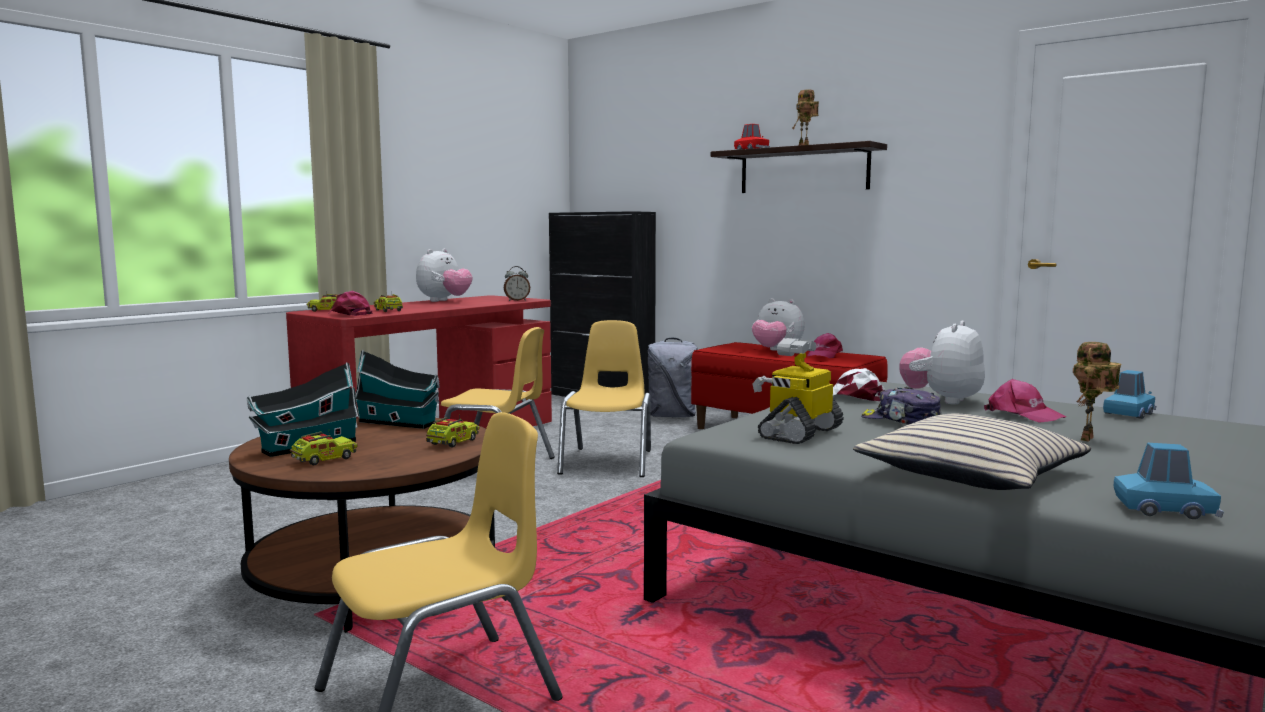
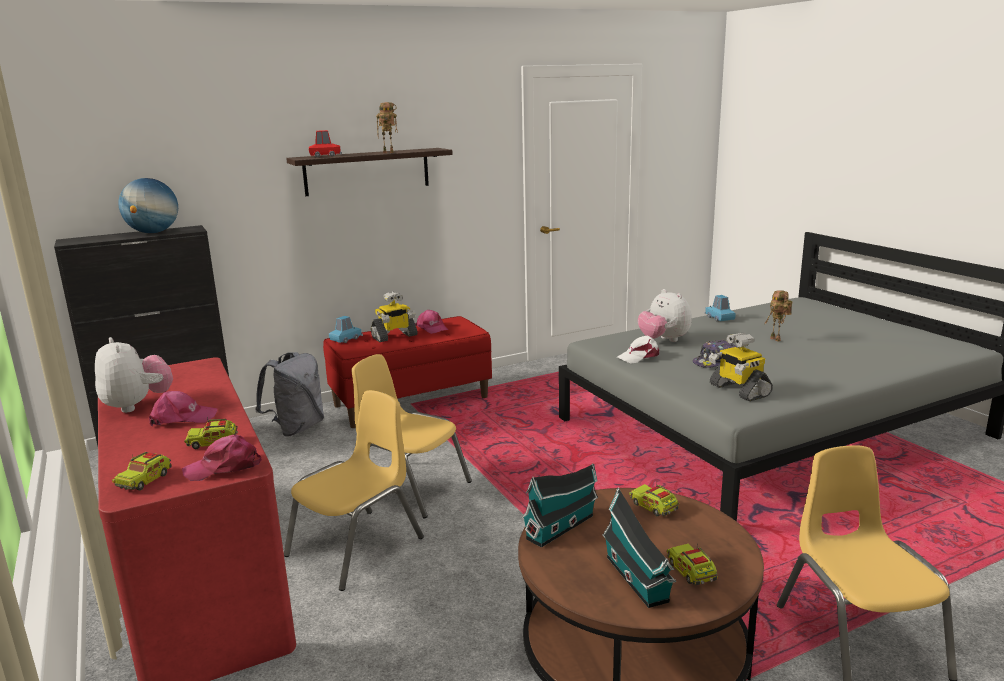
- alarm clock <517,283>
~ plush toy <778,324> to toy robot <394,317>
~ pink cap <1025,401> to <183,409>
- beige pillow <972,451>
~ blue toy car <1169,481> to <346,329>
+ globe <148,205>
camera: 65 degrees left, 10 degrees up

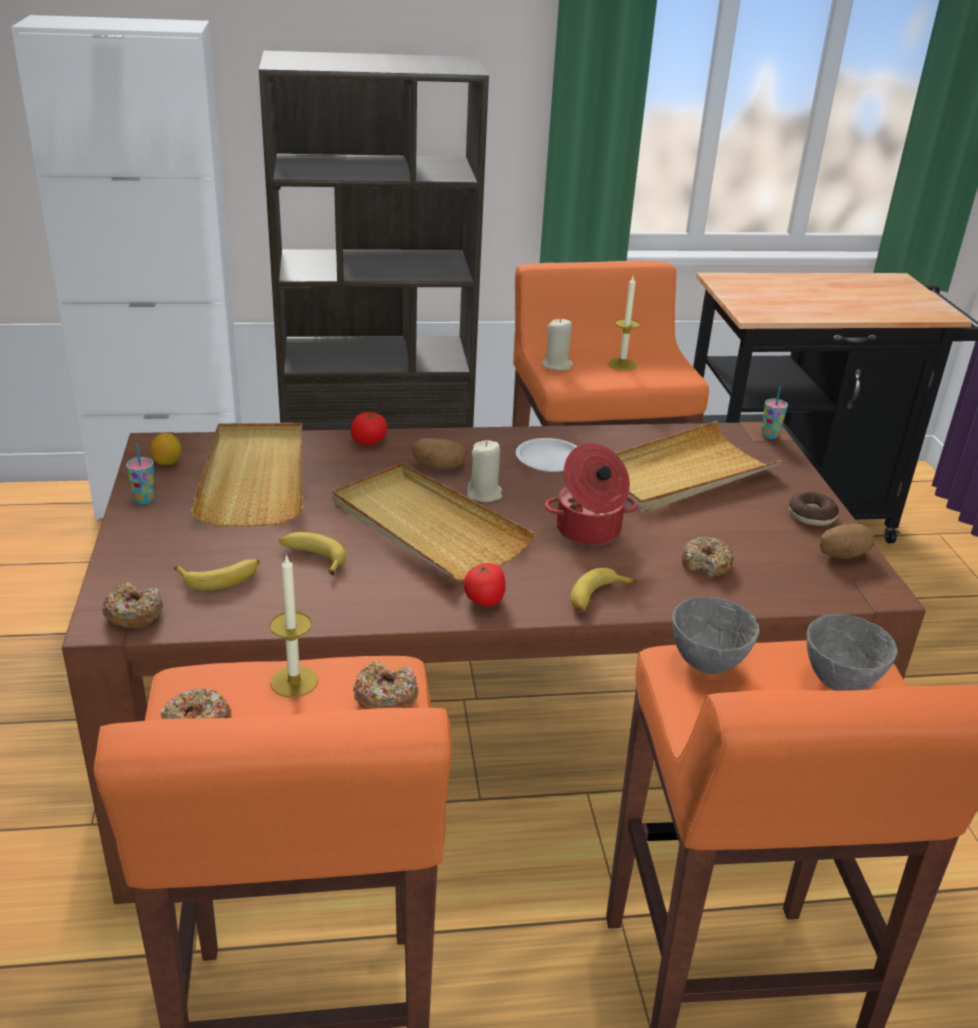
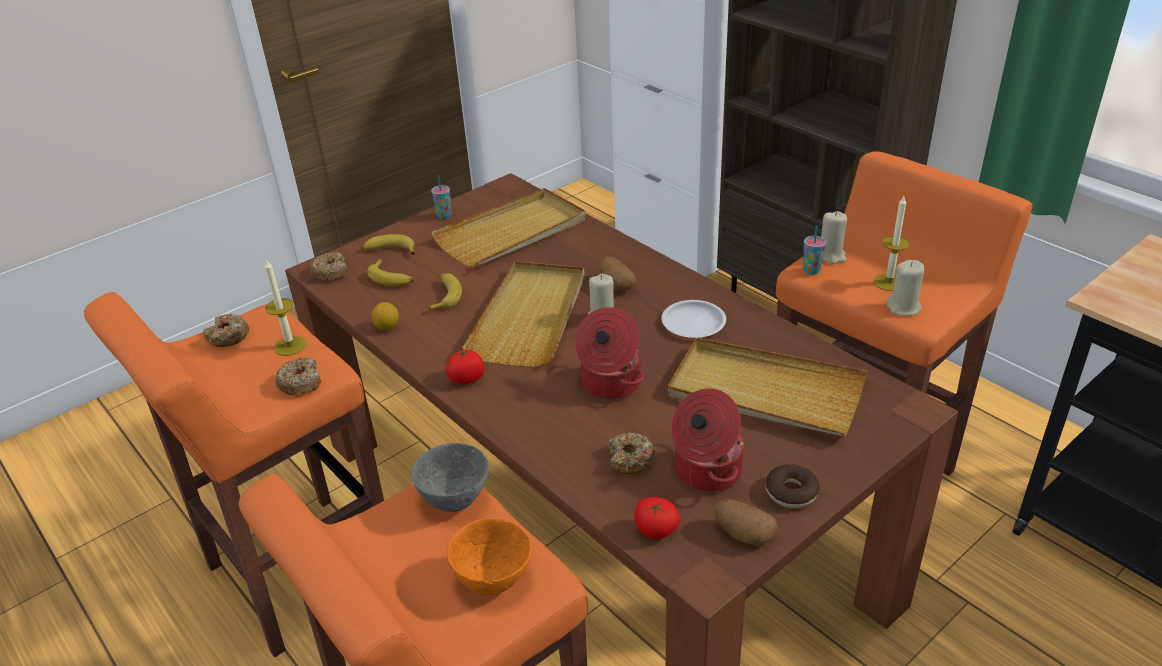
~ cup <774,413> to <814,250>
~ tomato <369,428> to <657,518>
~ lemon <165,449> to <385,316>
~ banana <603,590> to <388,244>
~ grey bowl <852,652> to orange bowl <489,557>
+ beige candle <905,288>
+ cooking pot <707,440>
camera: 60 degrees right, 5 degrees up

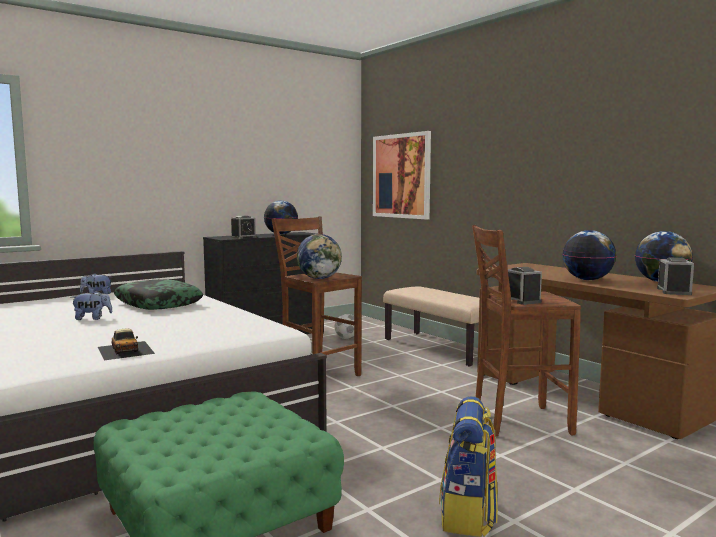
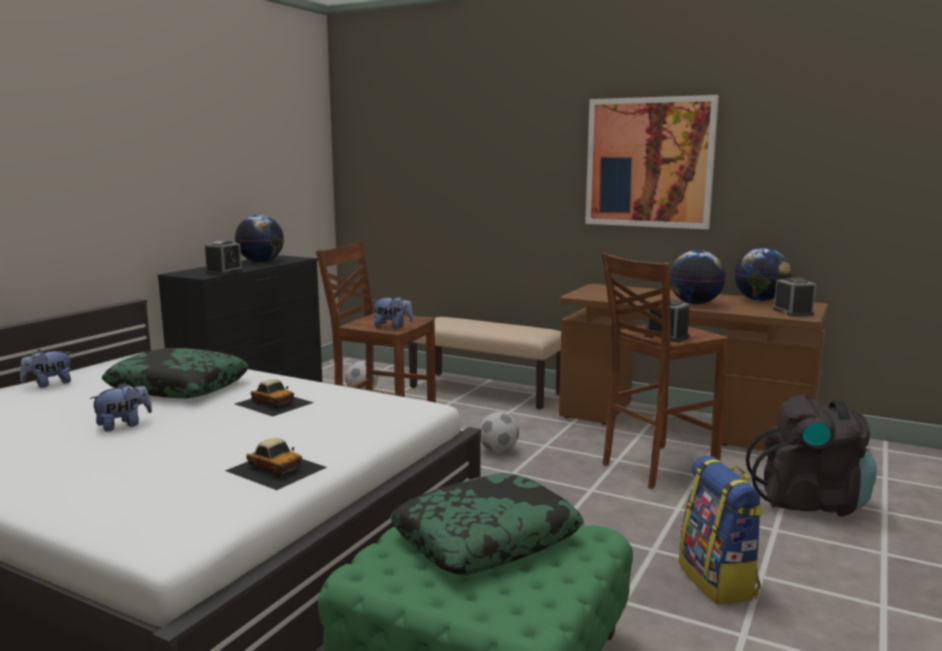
~ picture <402,175> to <652,162>
~ globe <319,256> to plush toy <393,312>
+ toy car <274,397>
+ black backpack <811,456>
+ football <499,432>
+ pillow <487,523>
camera: 25 degrees left, 5 degrees up

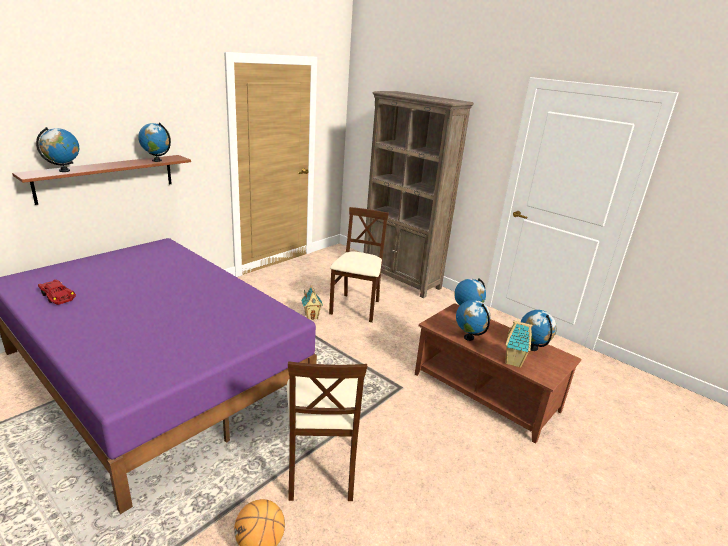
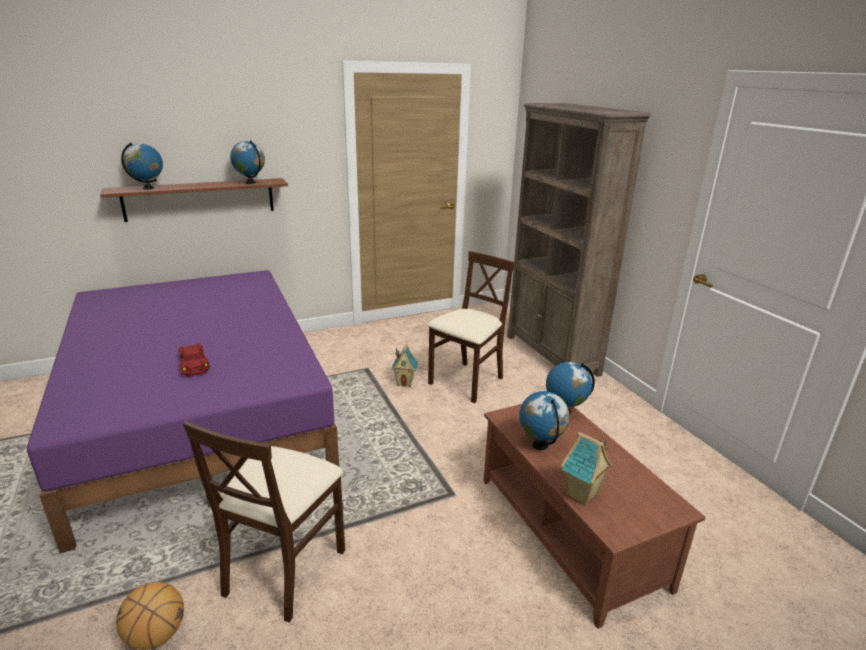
~ red toy car <57,292> to <194,360>
- globe <539,330>
camera: 25 degrees right, 0 degrees up

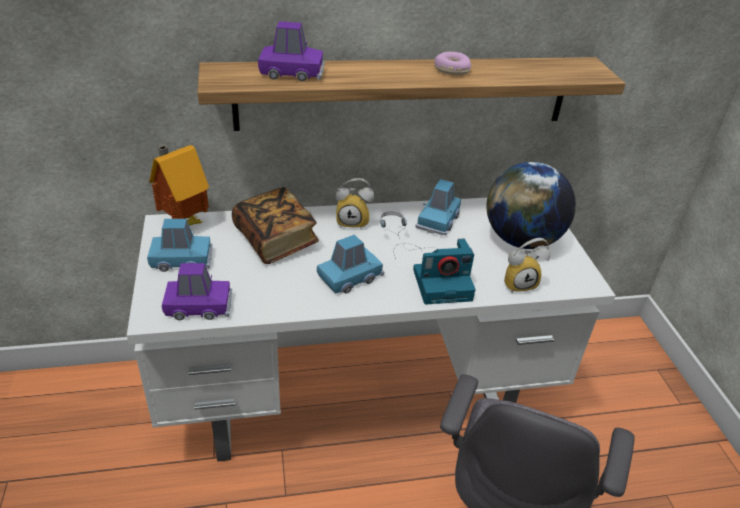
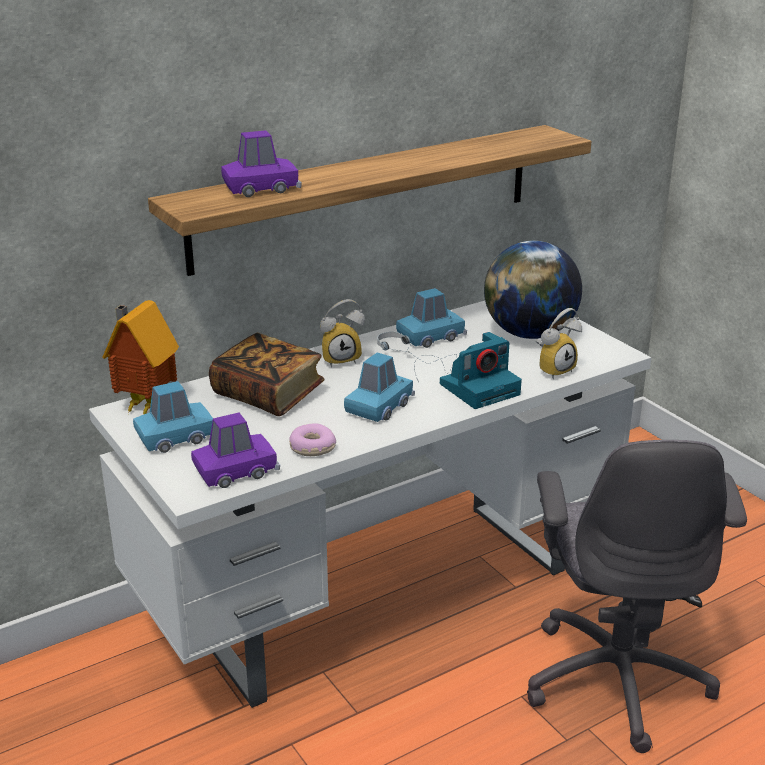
~ donut <452,63> to <312,439>
~ blue toy car <438,207> = <431,318> 120 degrees counterclockwise
camera: 20 degrees left, 10 degrees down

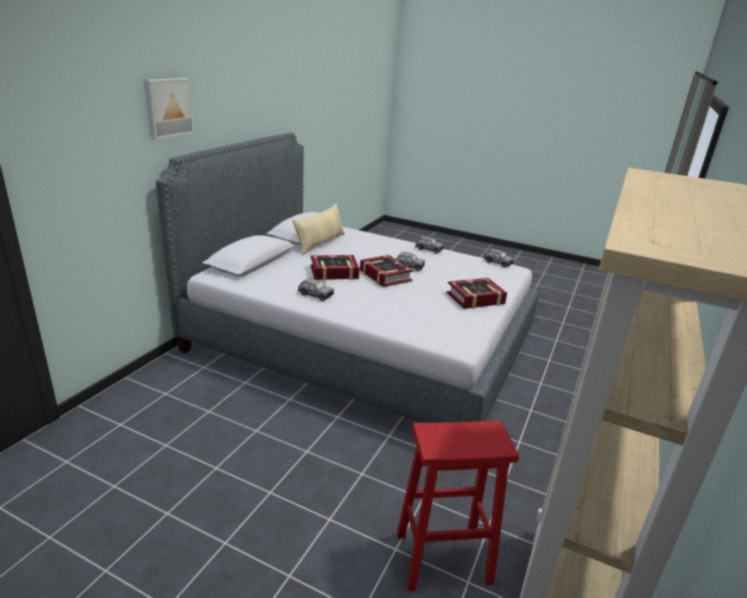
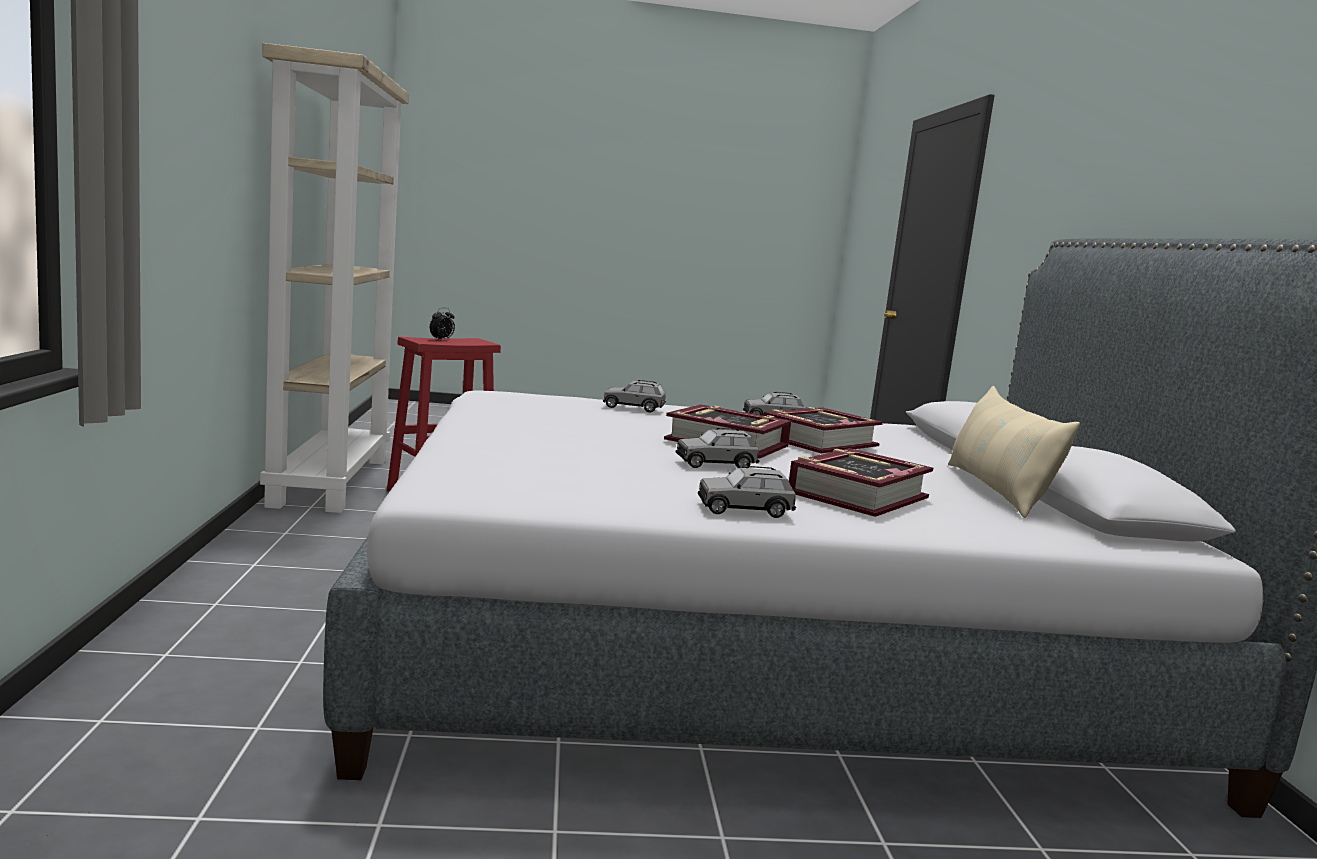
- picture <169,108>
~ grey toy car <499,258> to <634,396>
~ book <476,293> to <861,482>
+ alarm clock <442,324>
camera: 150 degrees right, 15 degrees down

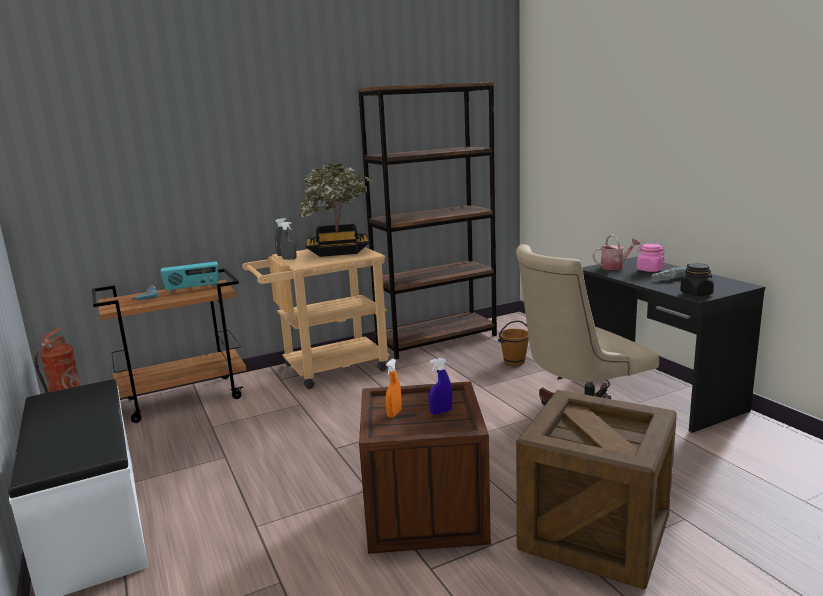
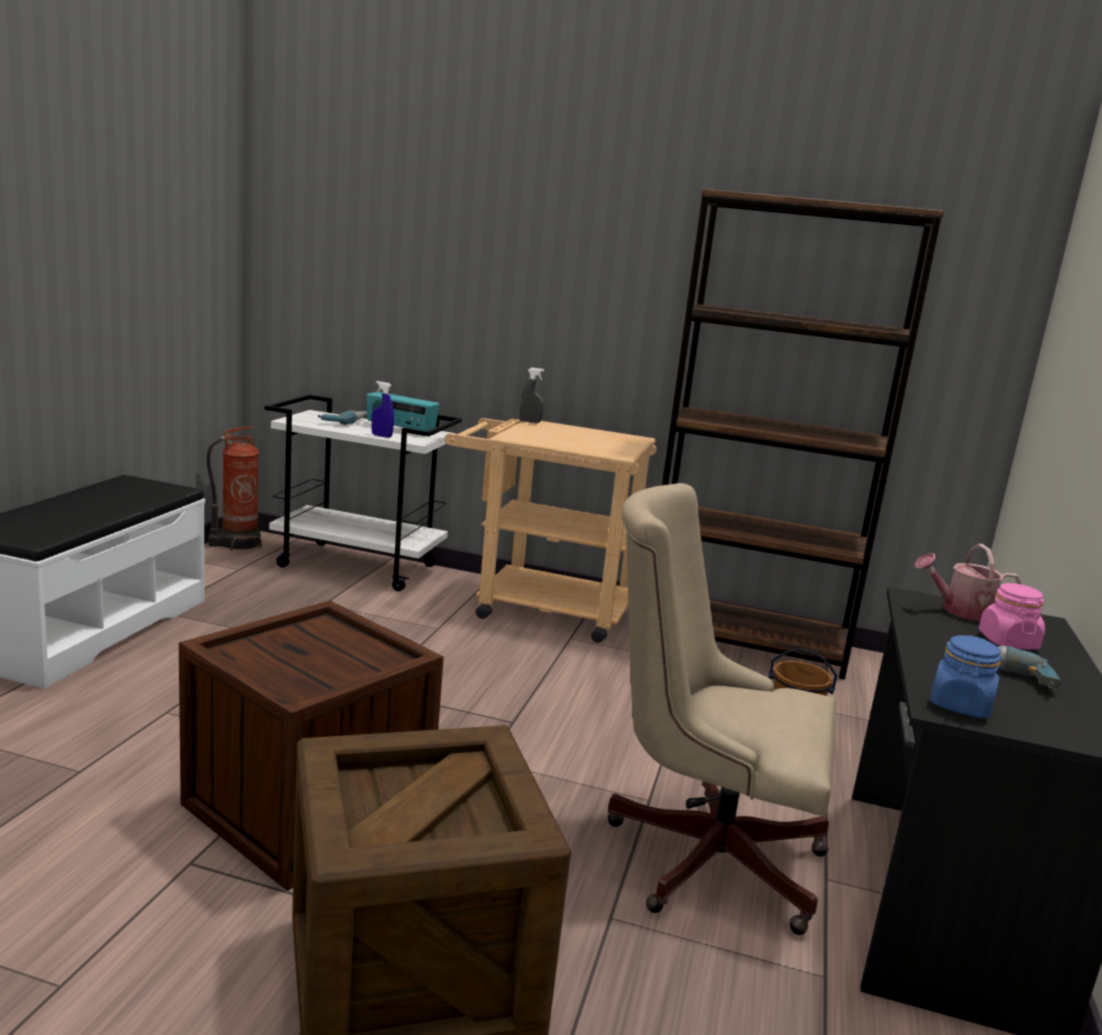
- potted plant <335,210>
- grey spray bottle <288,241>
~ watering can <616,252> = <968,582> 150 degrees clockwise
~ black jar <697,279> to blue jar <965,676>
~ brown cart <169,345> to white cart <363,493>
~ blue spray bottle <440,386> to <382,409>
- orange spray bottle <394,388>
camera: 40 degrees right, 0 degrees up

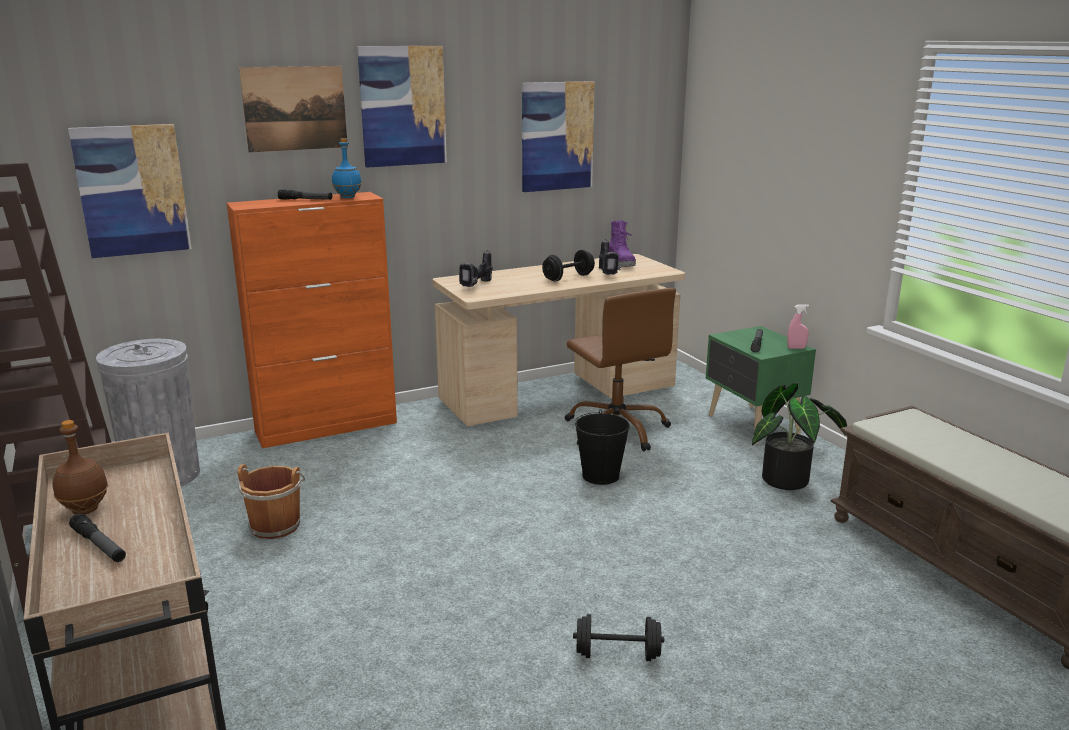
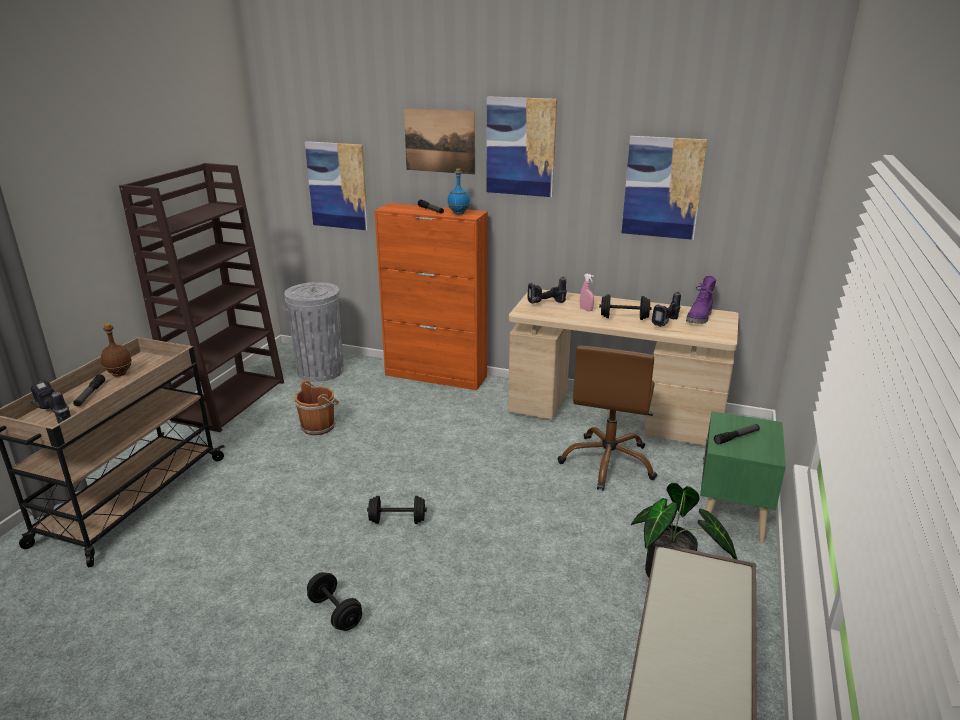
~ pink spray bottle <798,326> to <587,292>
- black bucket <602,447>
+ power drill <50,402>
+ black dumbbell <397,510>
camera: 45 degrees right, 5 degrees up

